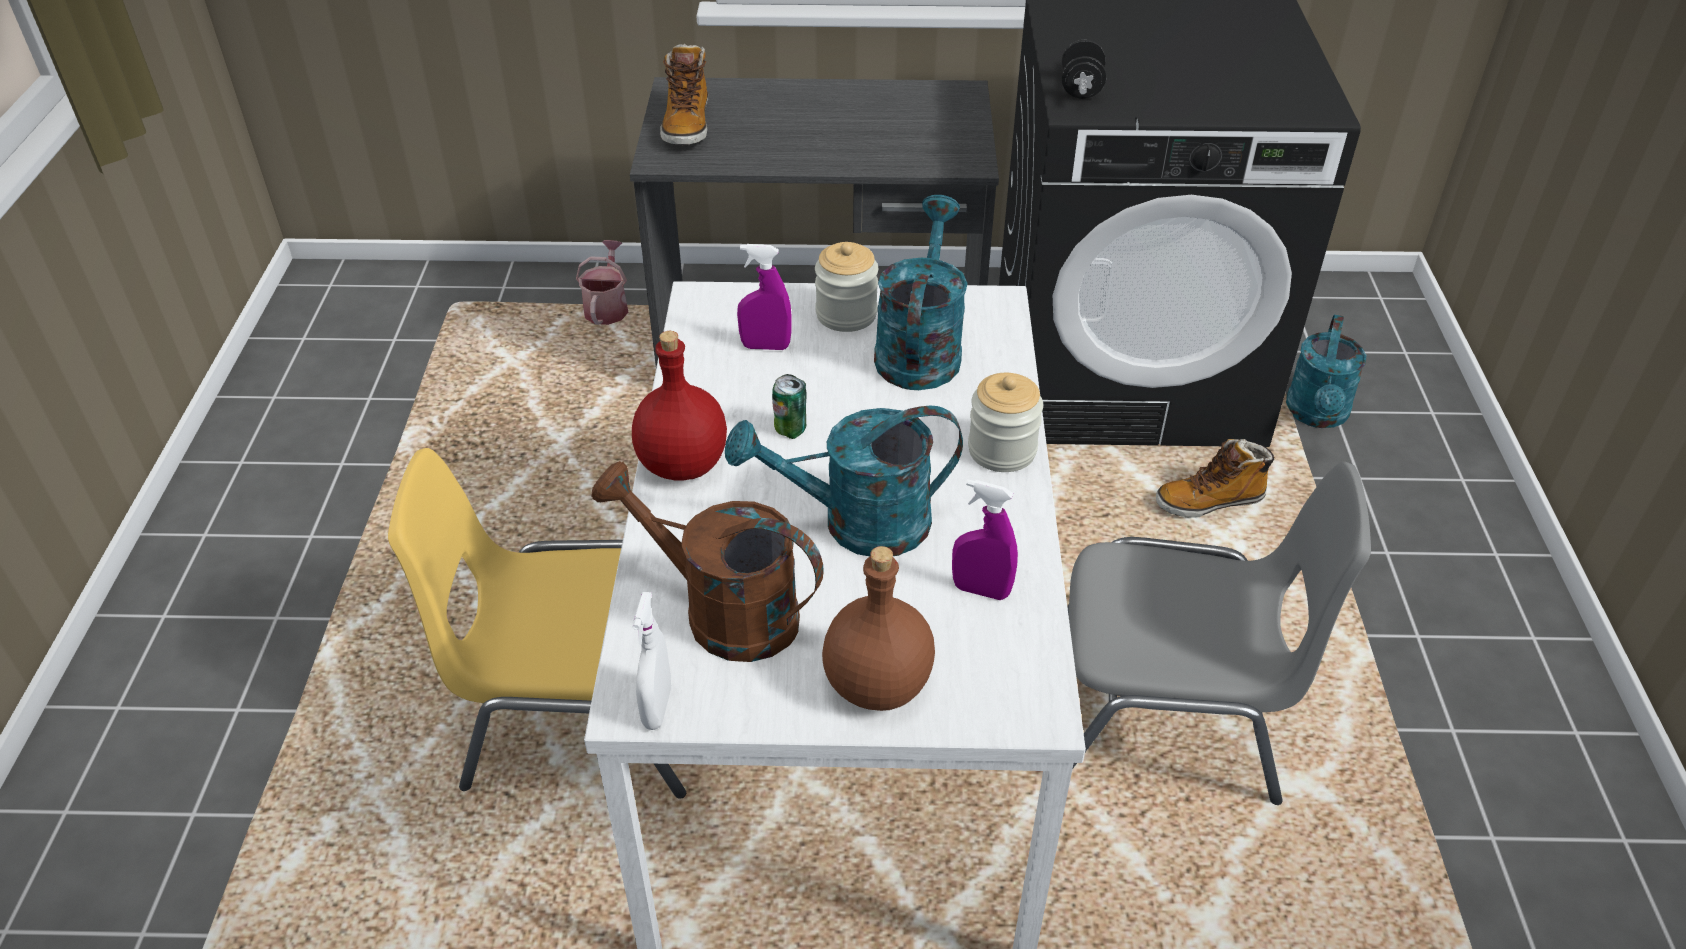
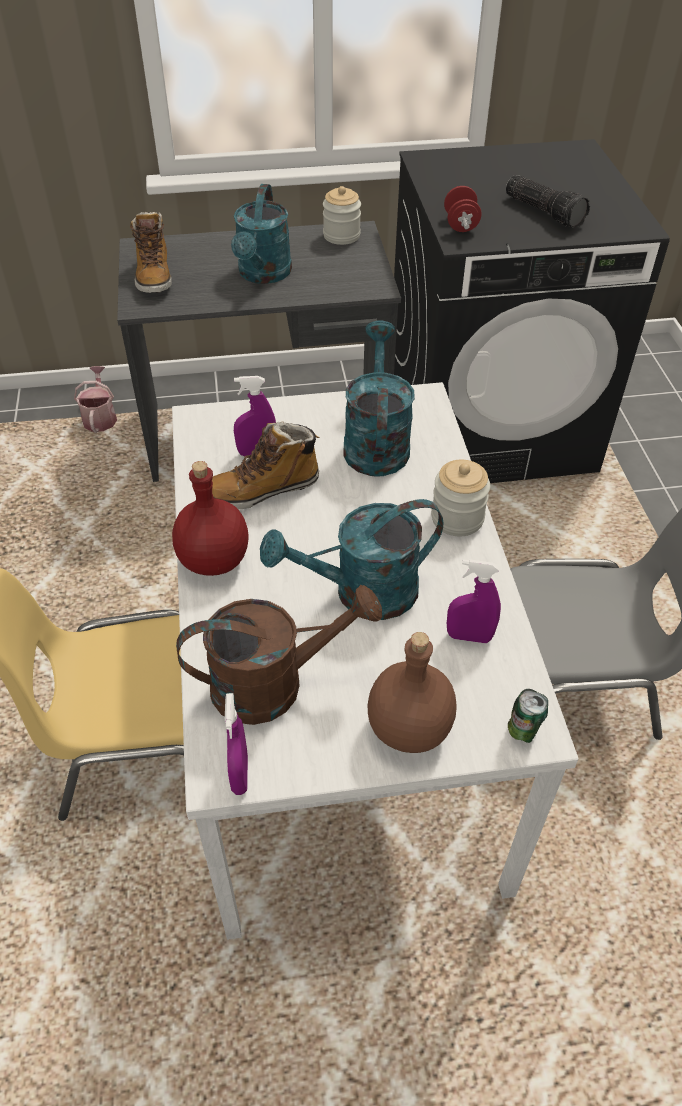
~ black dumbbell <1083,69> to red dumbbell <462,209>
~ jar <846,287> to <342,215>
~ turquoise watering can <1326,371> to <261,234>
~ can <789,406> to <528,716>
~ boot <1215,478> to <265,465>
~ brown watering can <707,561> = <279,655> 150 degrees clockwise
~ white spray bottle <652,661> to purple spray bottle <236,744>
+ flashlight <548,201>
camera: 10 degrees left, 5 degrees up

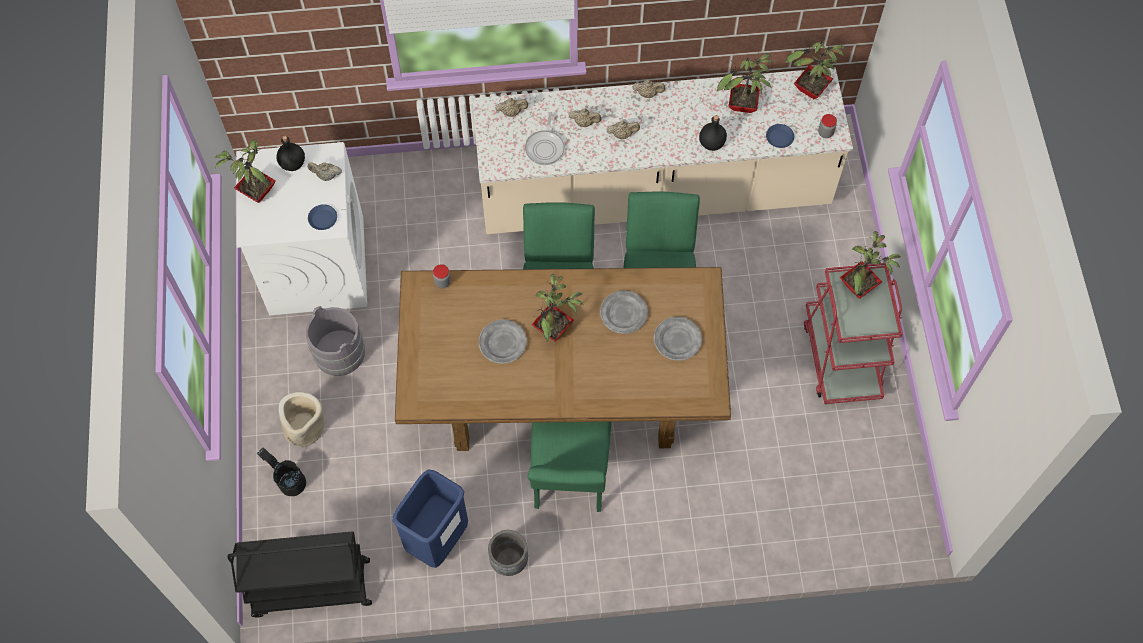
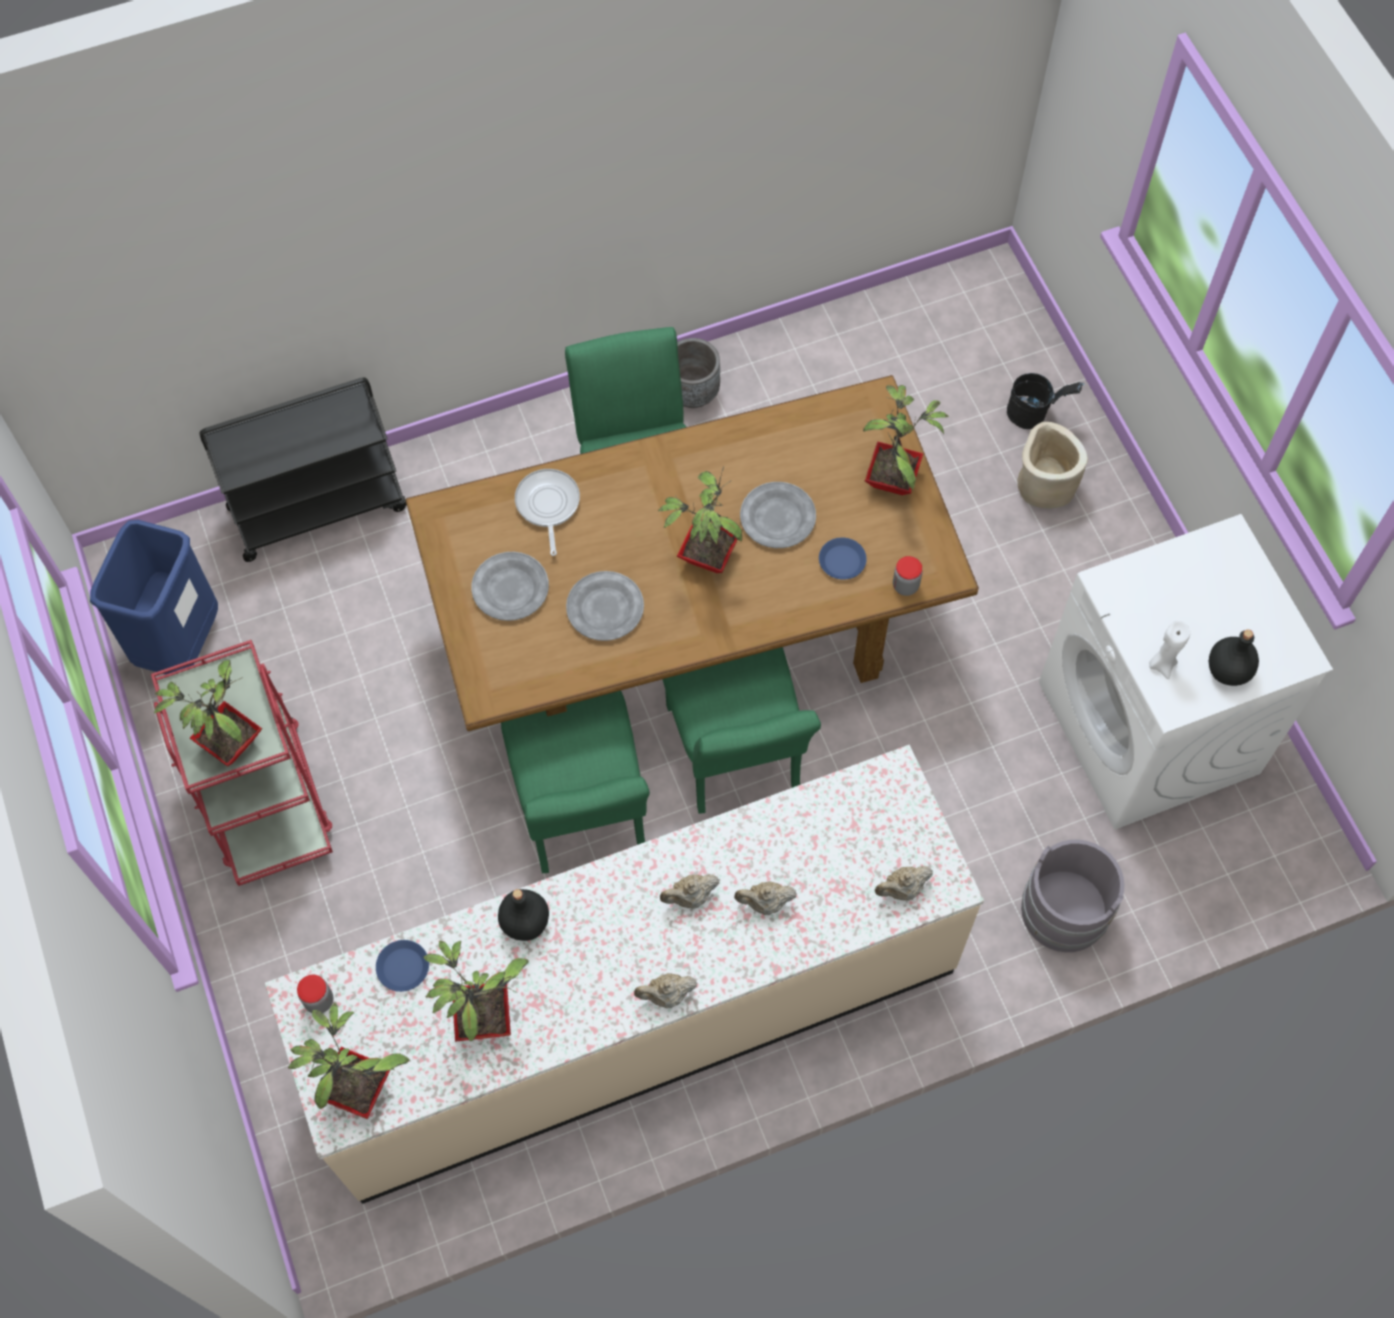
~ frying pan <544,138> to <547,512>
~ potted plant <245,170> to <906,440>
~ beige teapot <325,171> to white candle <1169,650>
~ blue plate <322,217> to <843,558>
~ grey bucket <335,341> to <1073,896>
~ blue trash can <430,518> to <154,597>
~ black cart <300,574> to <303,470>
camera: 165 degrees right, 0 degrees up

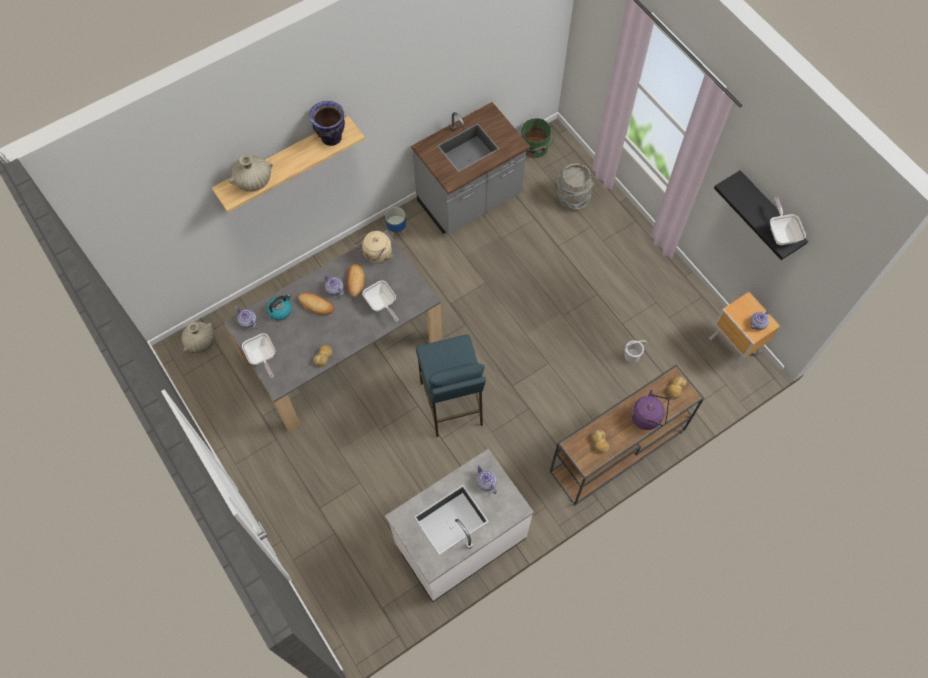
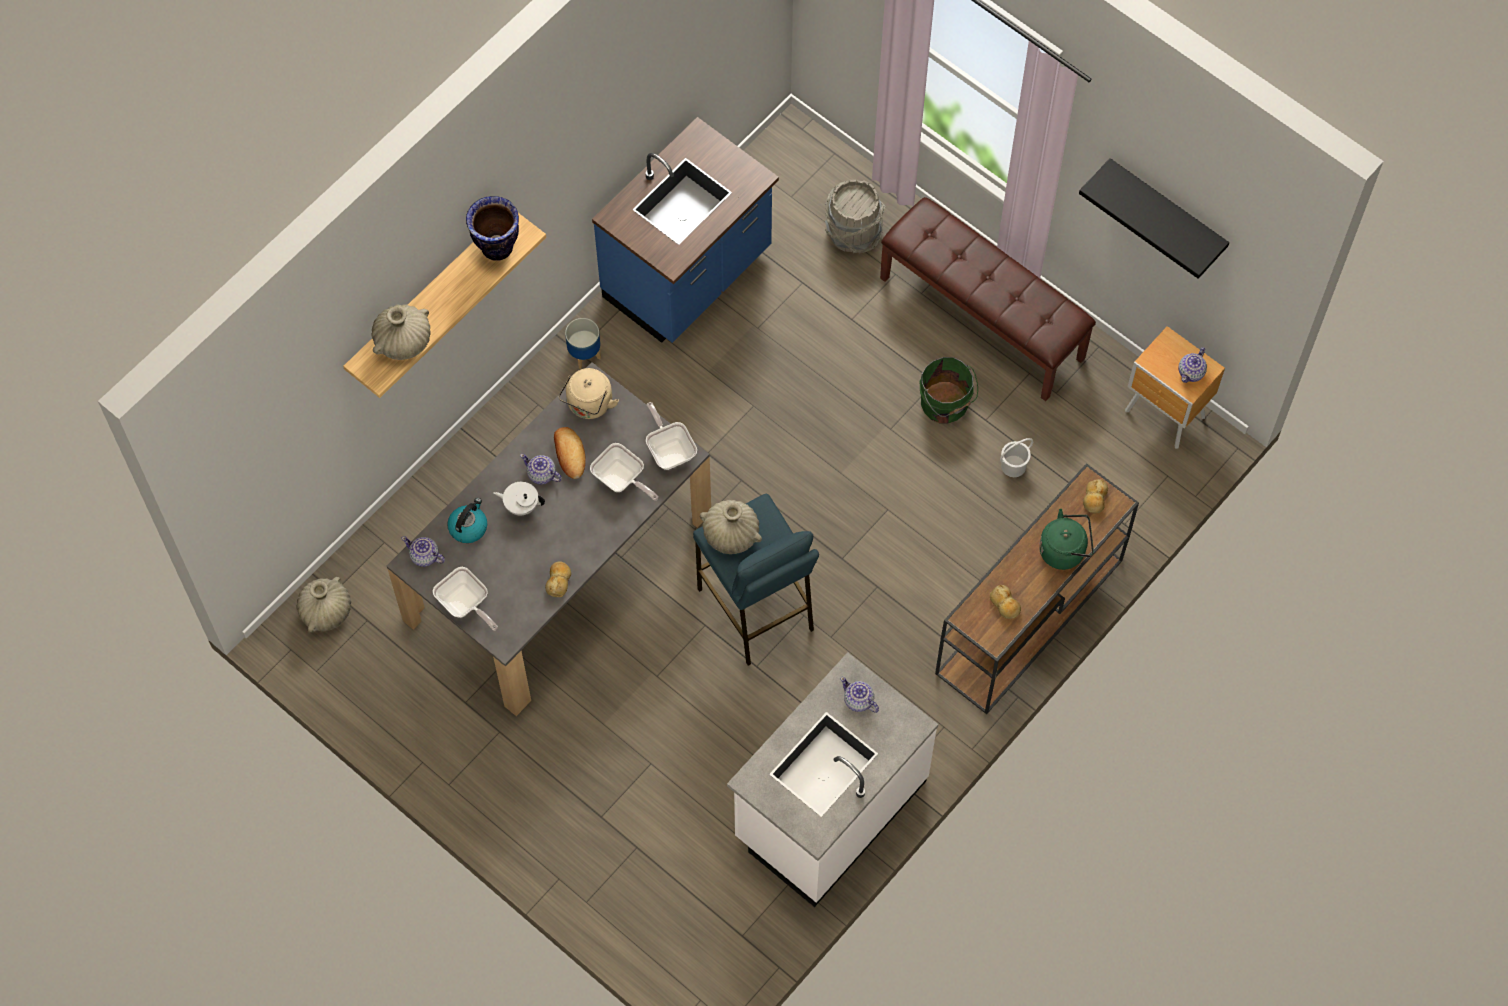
~ grey counter <470,168> to blue counter <685,230>
~ green bucket <537,138> to <949,390>
~ frying pan <788,221> to <671,436>
~ bread <316,303> to white teapot <519,499>
~ purple kettle <650,410> to green kettle <1066,539>
+ brown bench <988,299>
+ beige vase <731,527>
camera: 15 degrees left, 0 degrees up

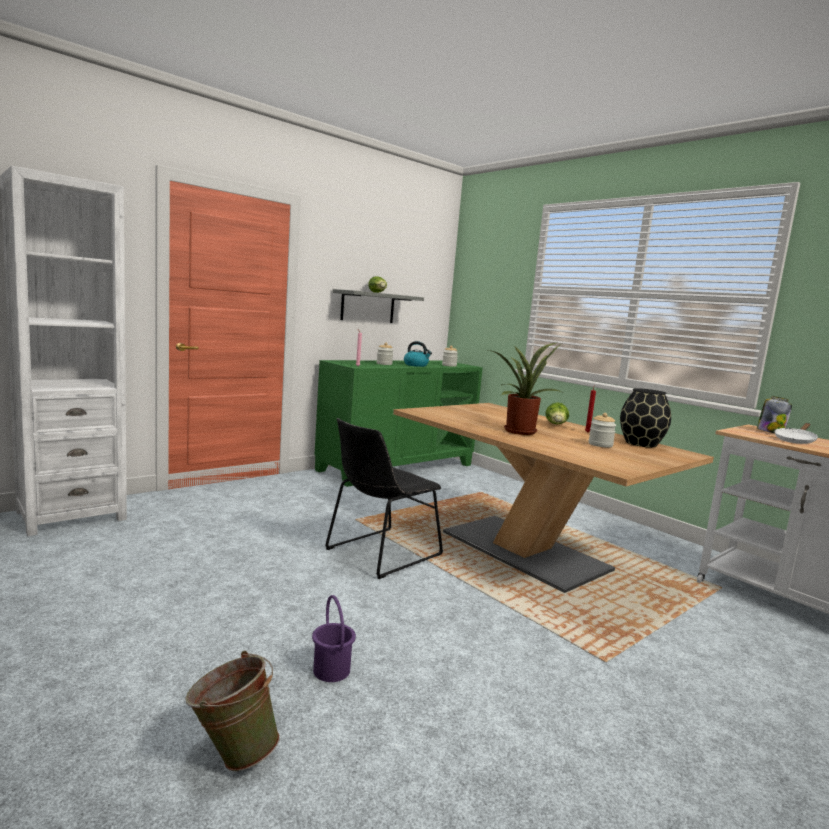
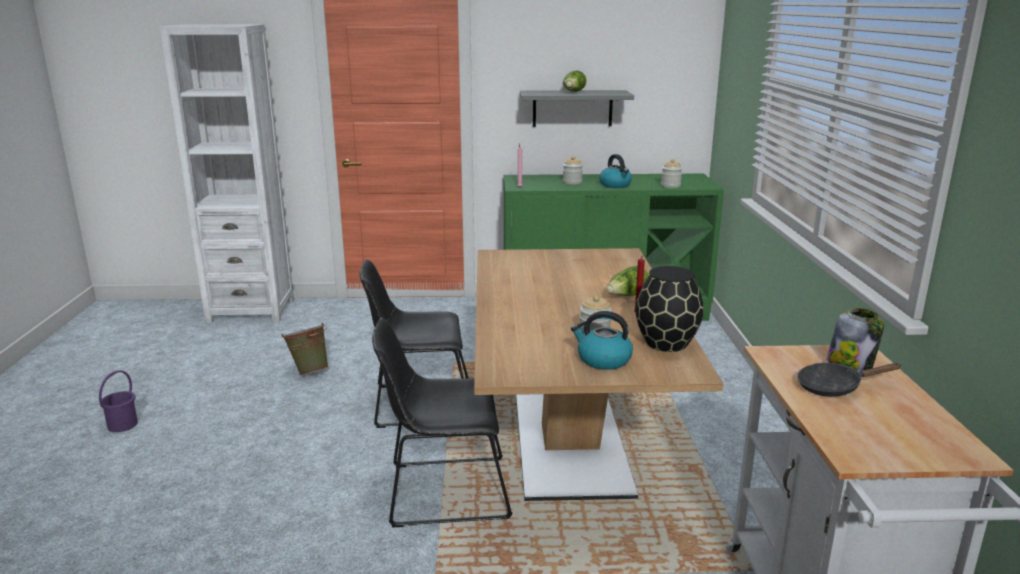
- potted plant <524,388>
~ white frying pan <796,433> to black frying pan <849,380>
~ purple bucket <334,638> to <118,401>
~ green bucket <232,711> to <305,349>
+ kettle <602,340>
+ black chair <442,423>
camera: 40 degrees right, 10 degrees up

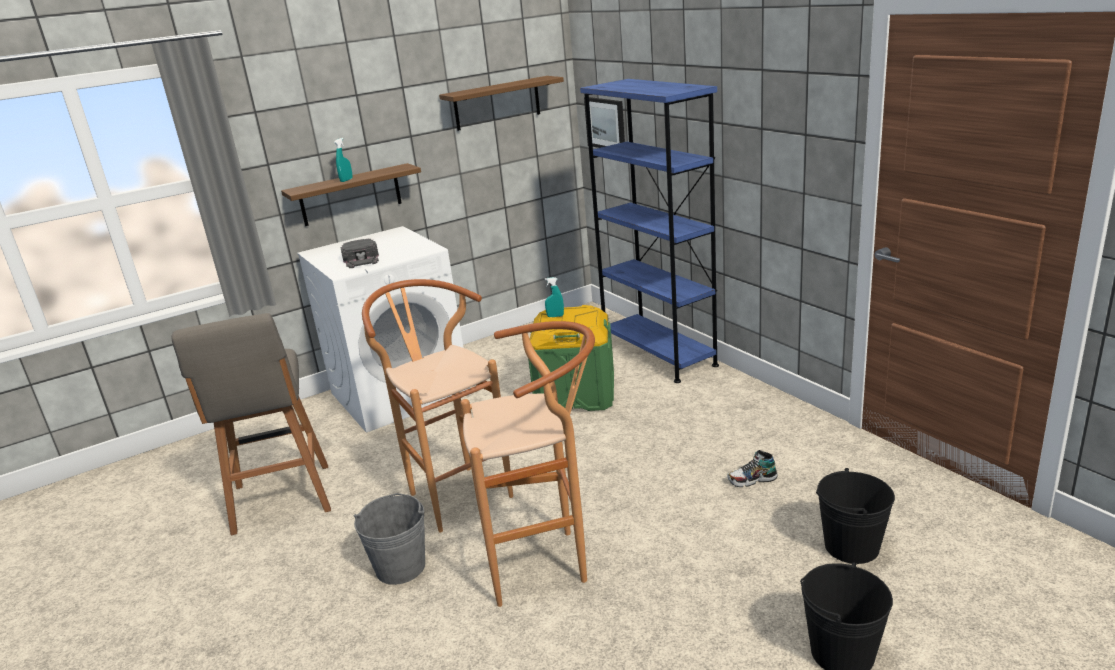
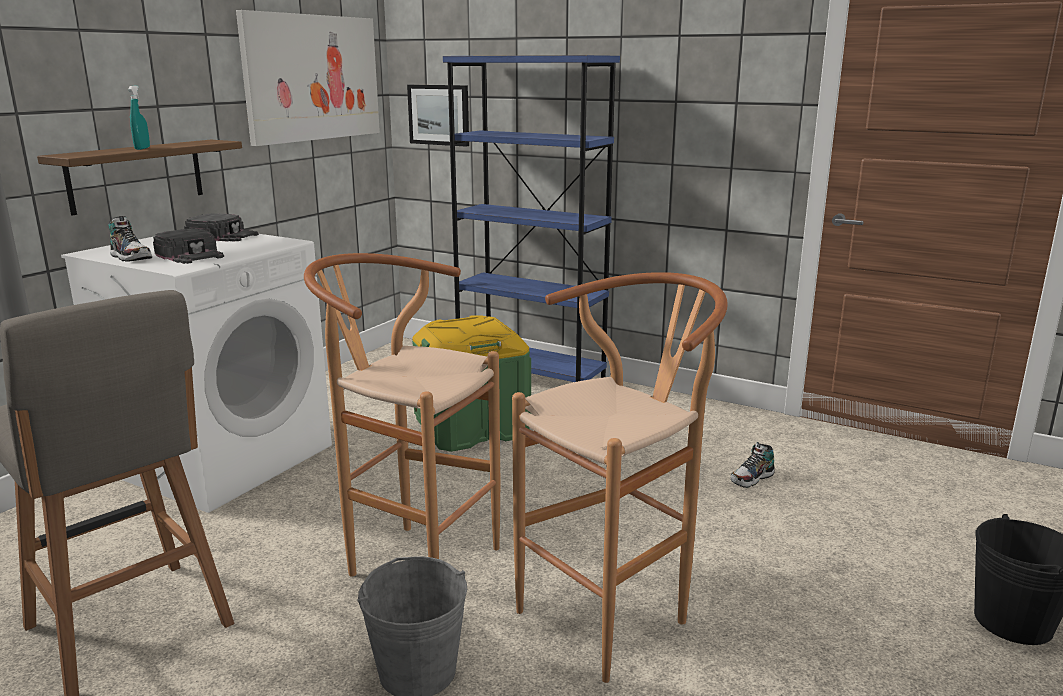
~ shelf <501,103> to picture <308,78>
- turquoise spray bottle <554,297>
- black bucket <855,516>
+ black cap <221,227>
+ shoe <130,239>
camera: 30 degrees left, 5 degrees down

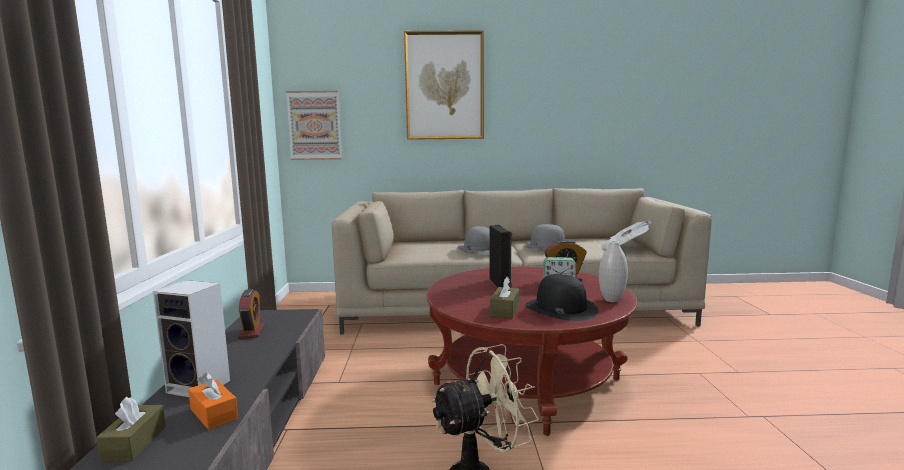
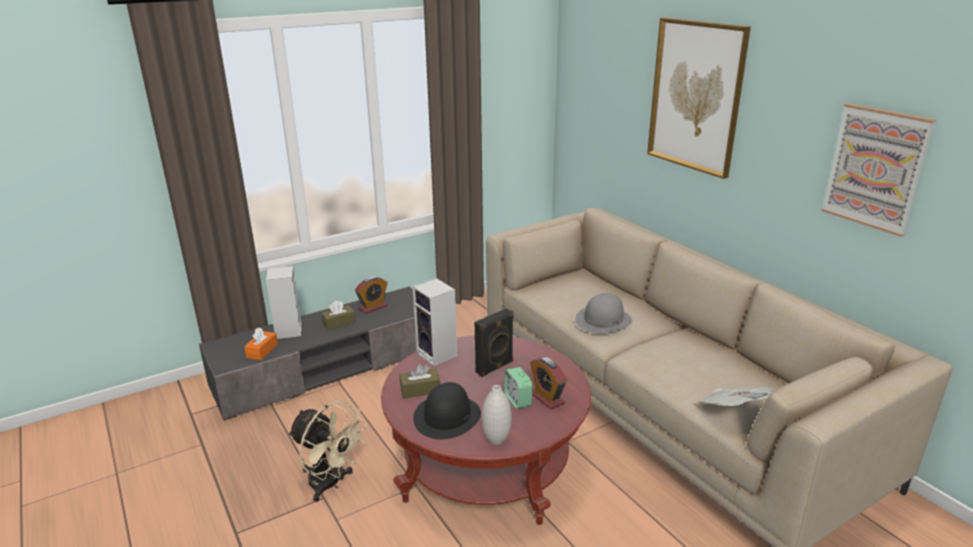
~ picture <314,125> to <878,170>
- grey hat <544,236>
~ brown tissue box <131,429> to <338,315>
+ speaker <434,322>
camera: 60 degrees right, 15 degrees up

